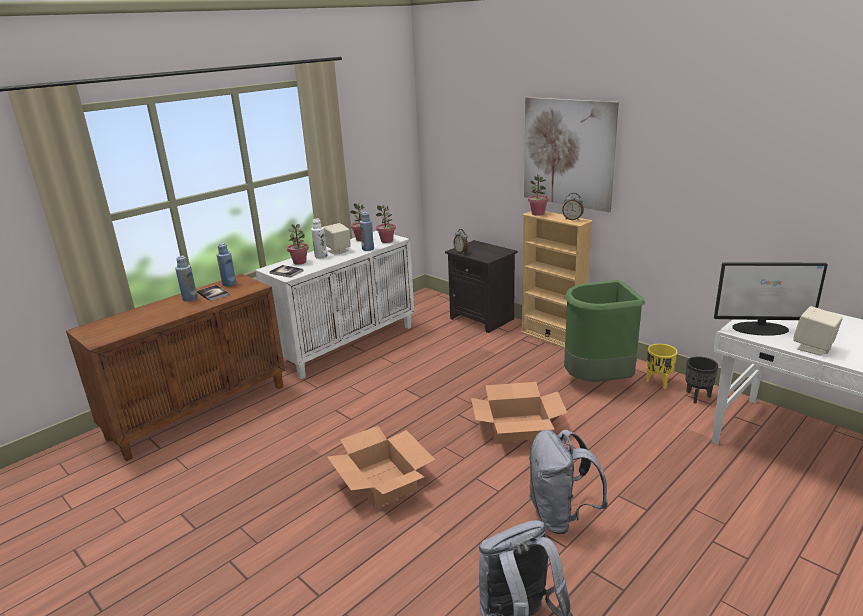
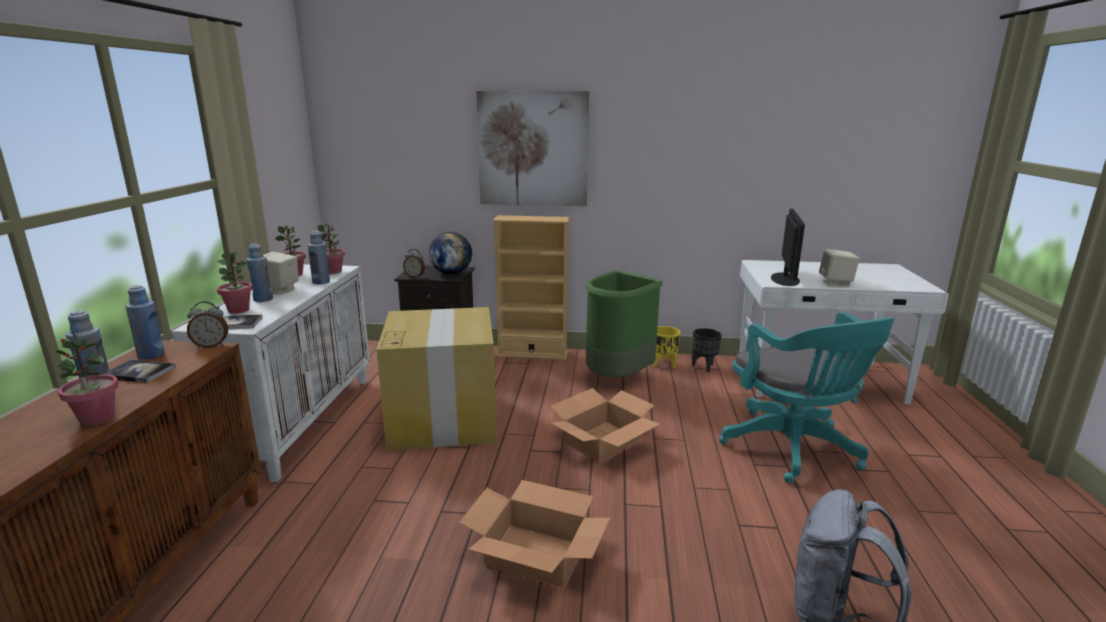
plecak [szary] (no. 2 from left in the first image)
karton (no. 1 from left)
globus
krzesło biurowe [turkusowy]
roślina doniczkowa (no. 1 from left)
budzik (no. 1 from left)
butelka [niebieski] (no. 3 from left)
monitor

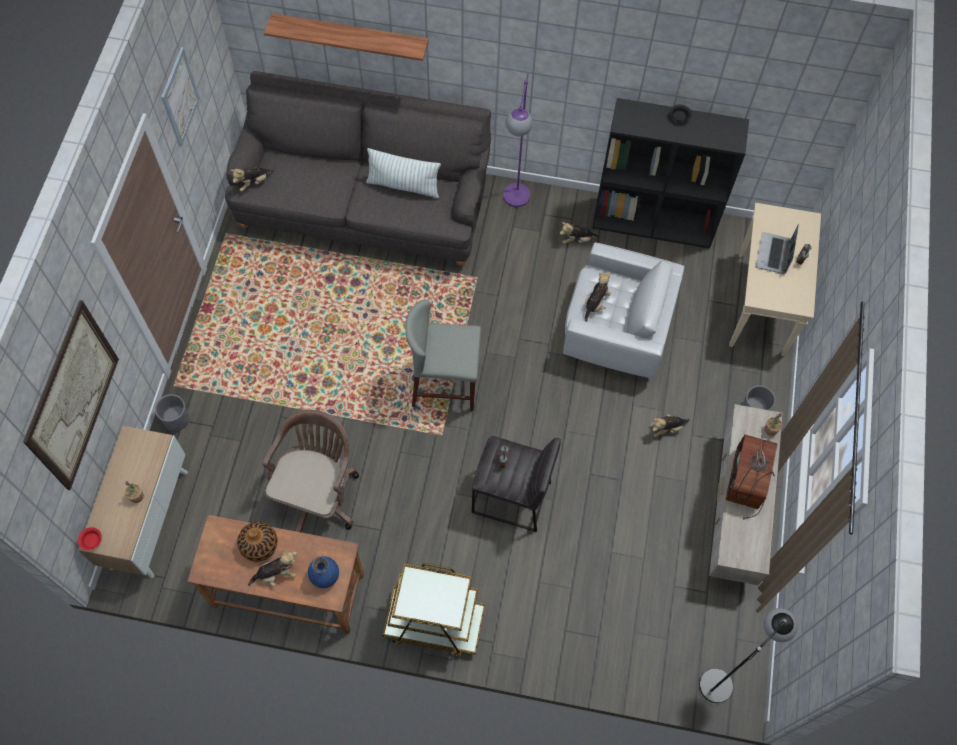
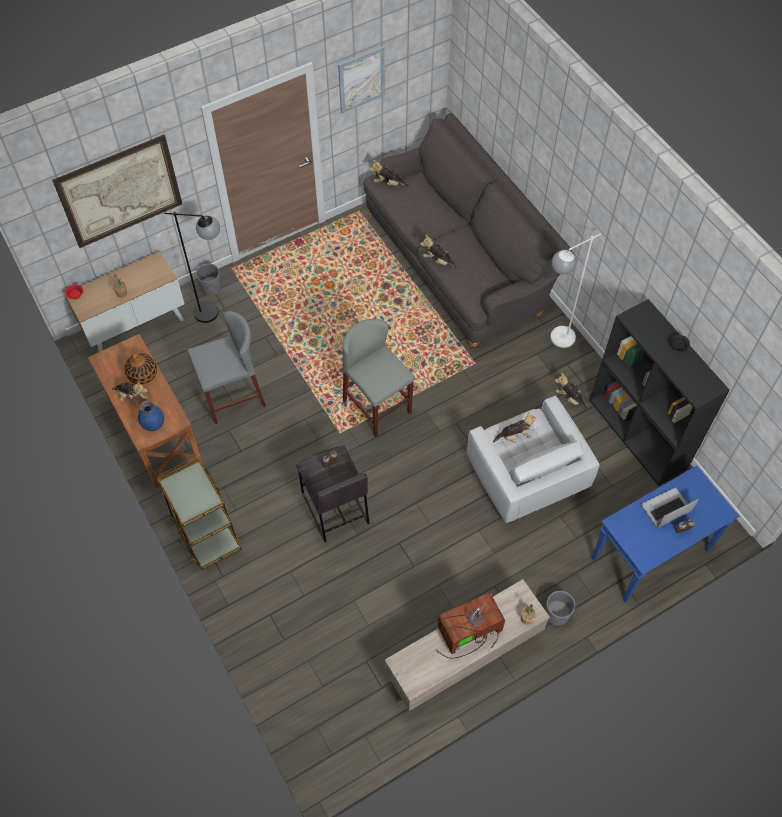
półka
poduszka
pluszak (no. 3 from left)
lampa stojąca [czarny]
stołek [szary] (no. 1 from left)
lampa stojąca [biały]
stolik konsolowy [niebieski]

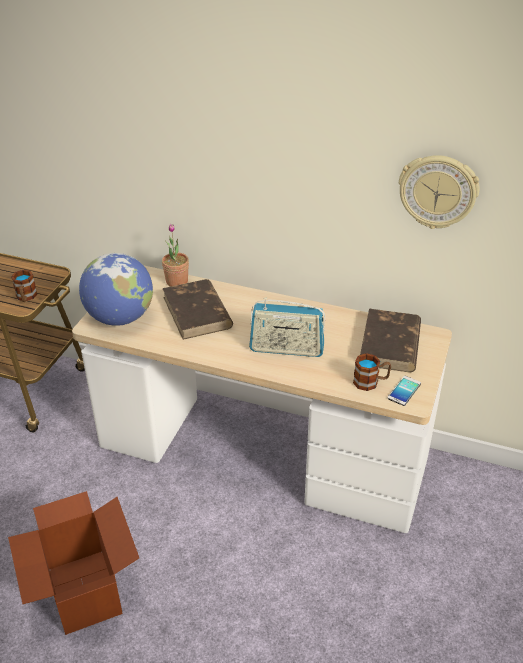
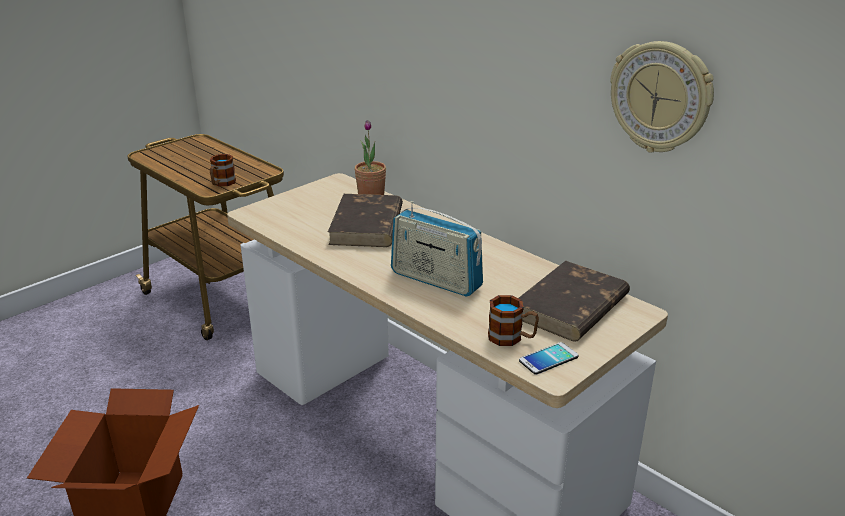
globus

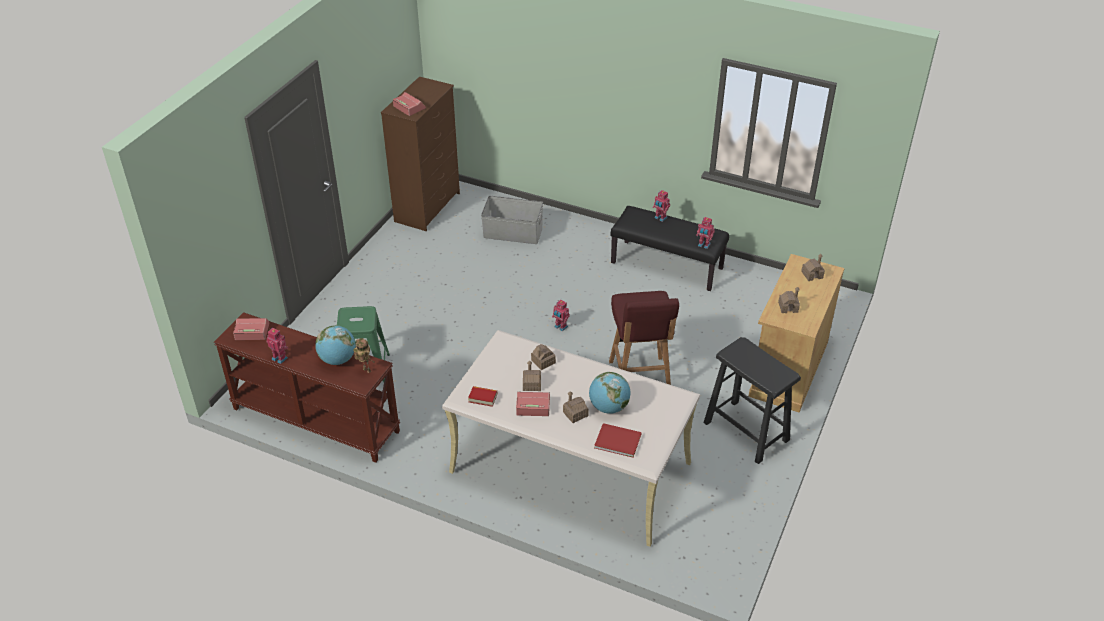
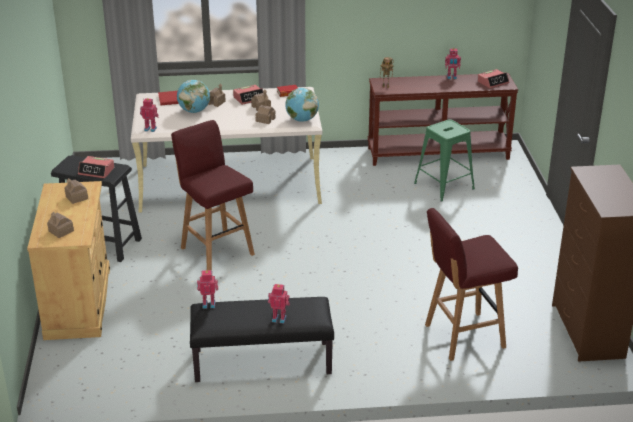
globus (no. 2 from left)
budzik (no. 1 from left)
robot zabawkowy (no. 1 from left)
stołek [czerwony] (no. 2 from left)

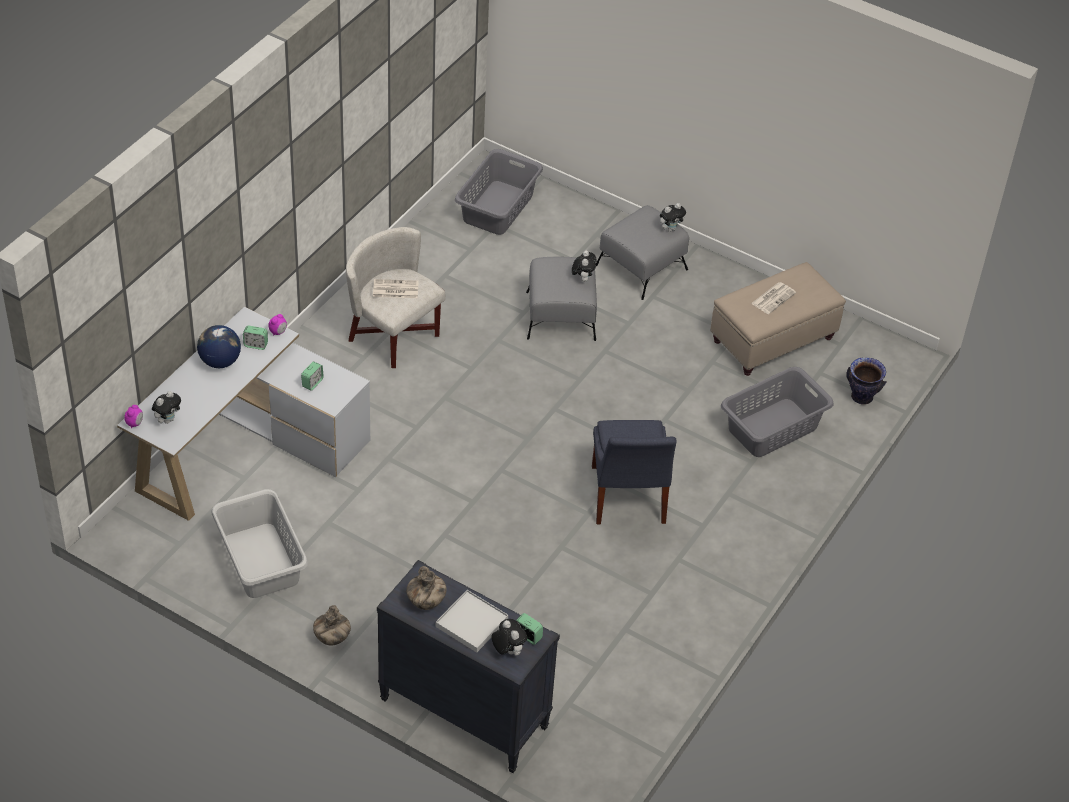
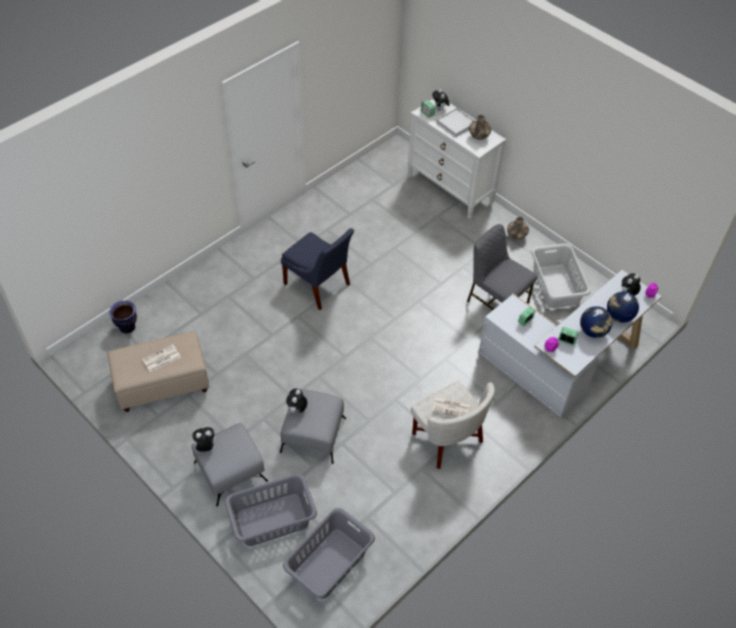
krzesło [szary]
globus (no. 2 from left)
kosz na pranie [szary] (no. 1 from left)
komoda [biały]
krzesło [niebieski]

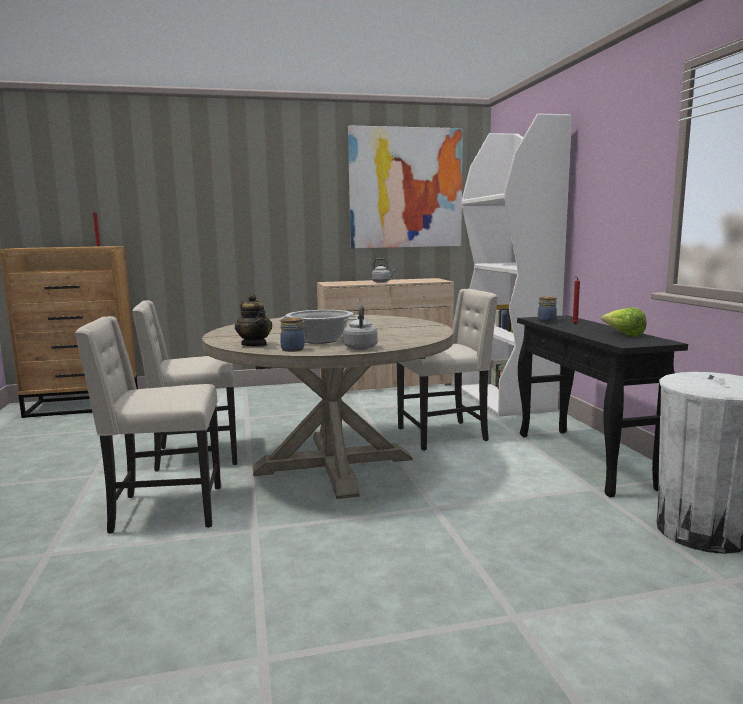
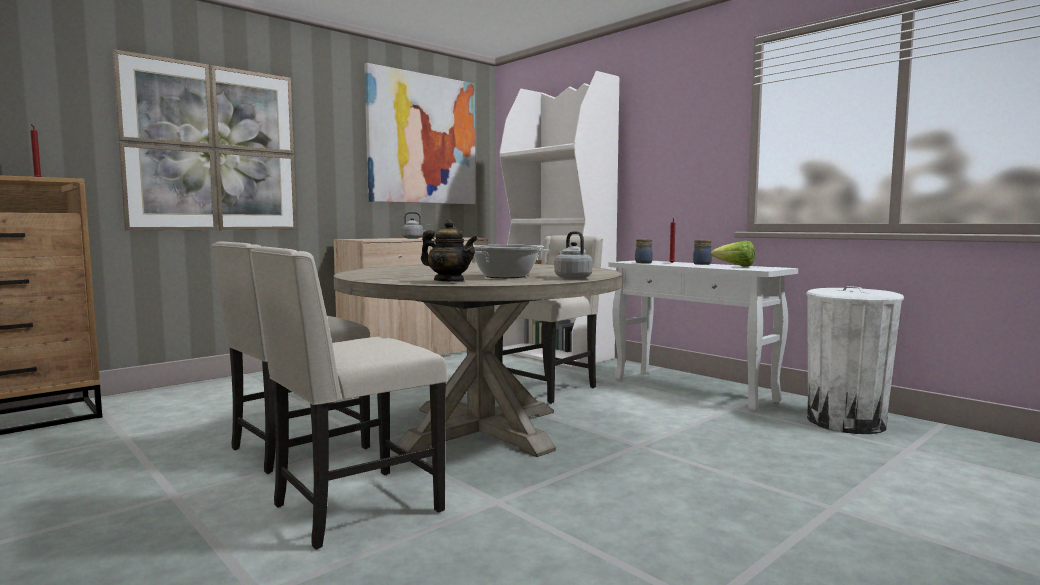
obraz (no. 1 from left)
słoik (no. 2 from left)
stolik konsolowy [biały]

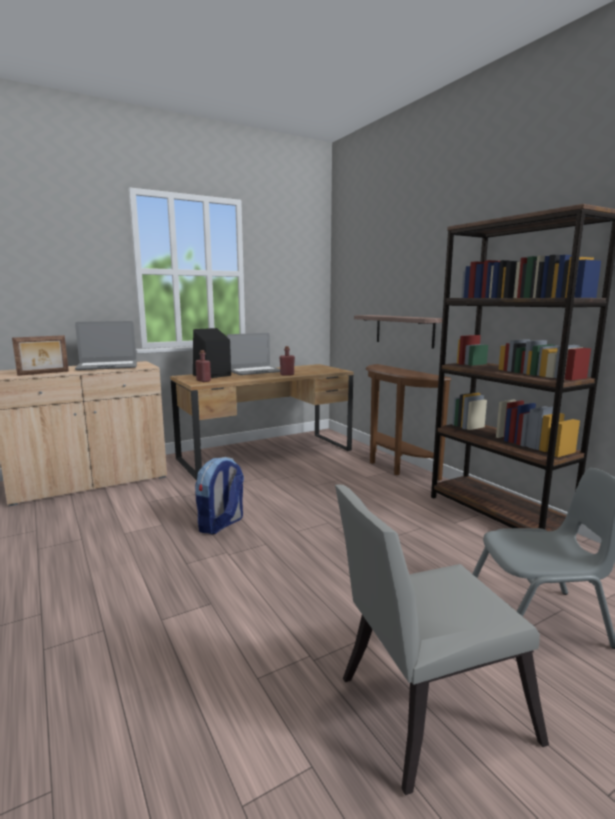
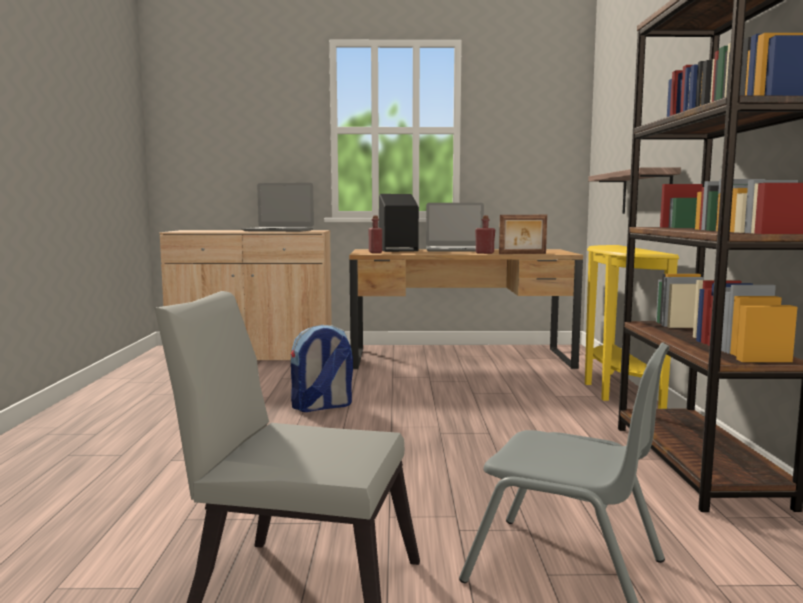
ramka na zdjęcie
stolik konsolowy [żółty]

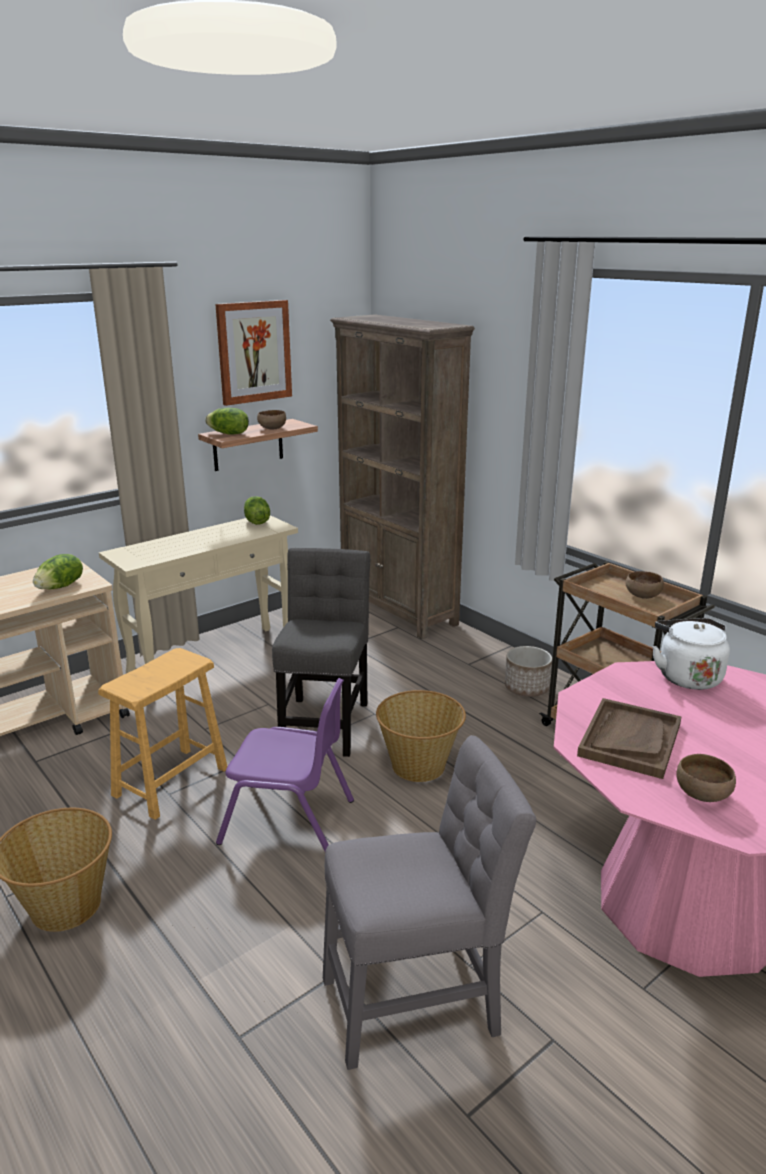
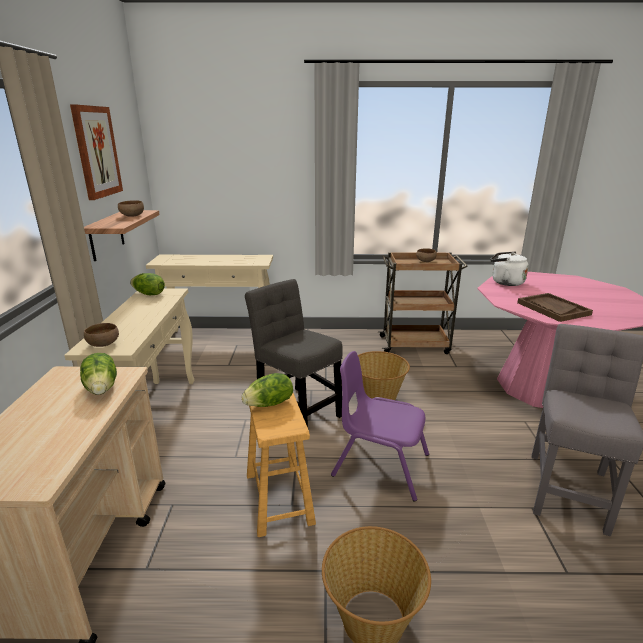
donica
sałata (no. 3 from left)
miska [brązowy] (no. 1 from left)
stolik konsolowy [beżowy] (no. 2 from left)
krzesło [fioletowy]

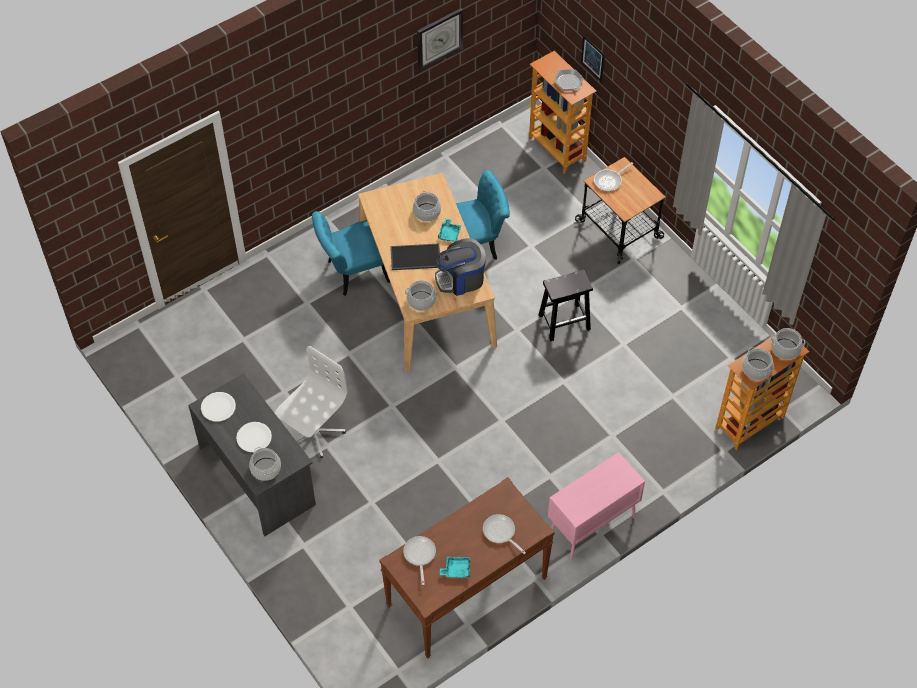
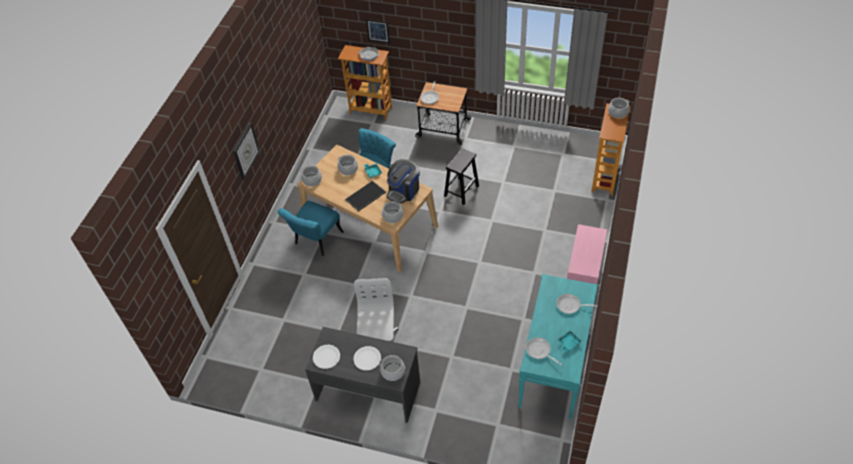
zegar ścienny
garnek (no. 1 from left)
stolik konsolowy [turkusowy]

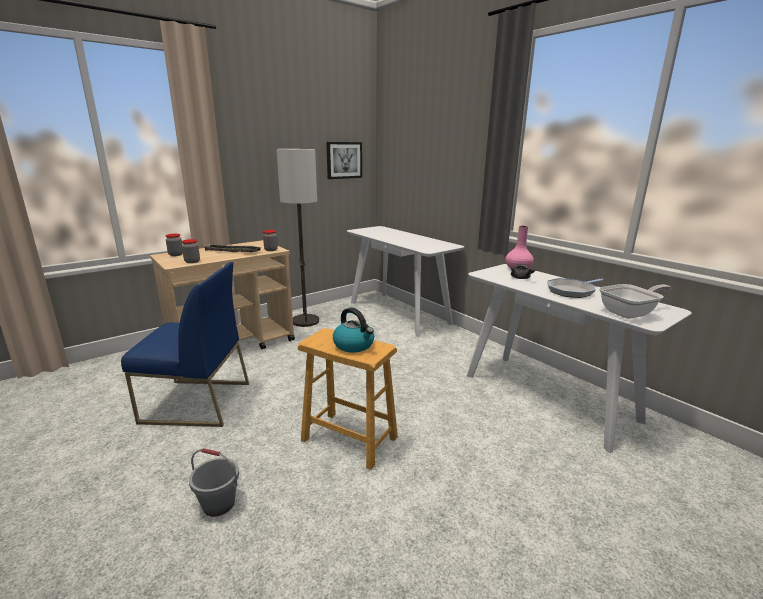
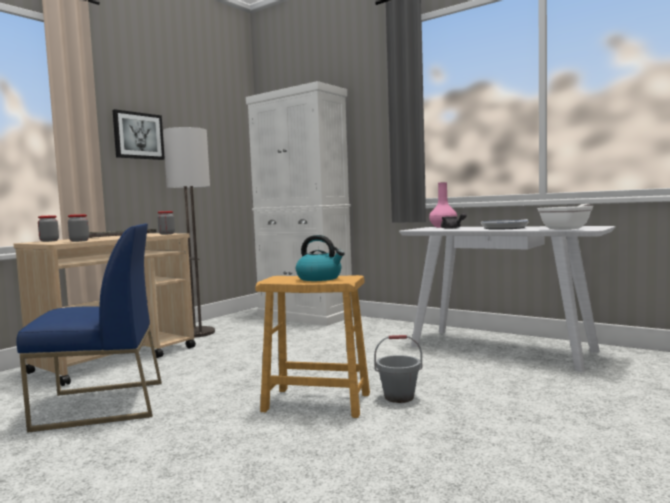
wiadro [szary]
obraz
szafka [biały]

